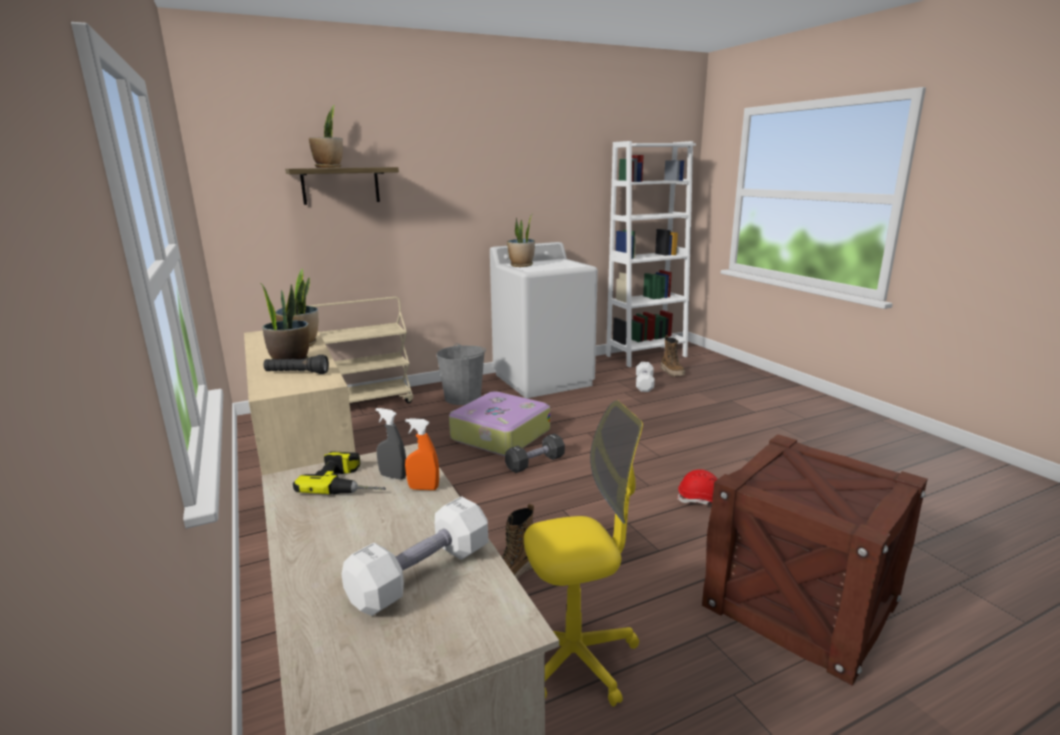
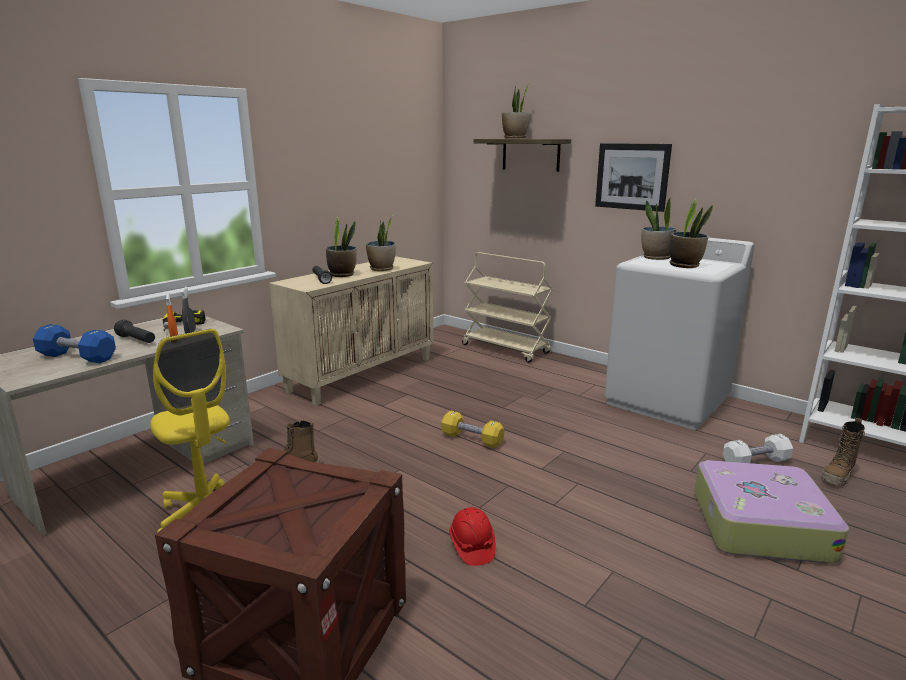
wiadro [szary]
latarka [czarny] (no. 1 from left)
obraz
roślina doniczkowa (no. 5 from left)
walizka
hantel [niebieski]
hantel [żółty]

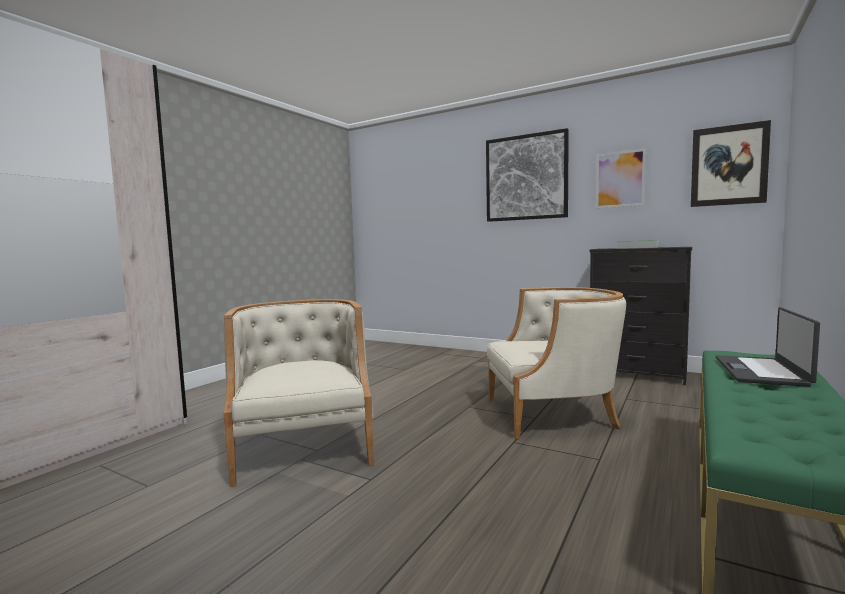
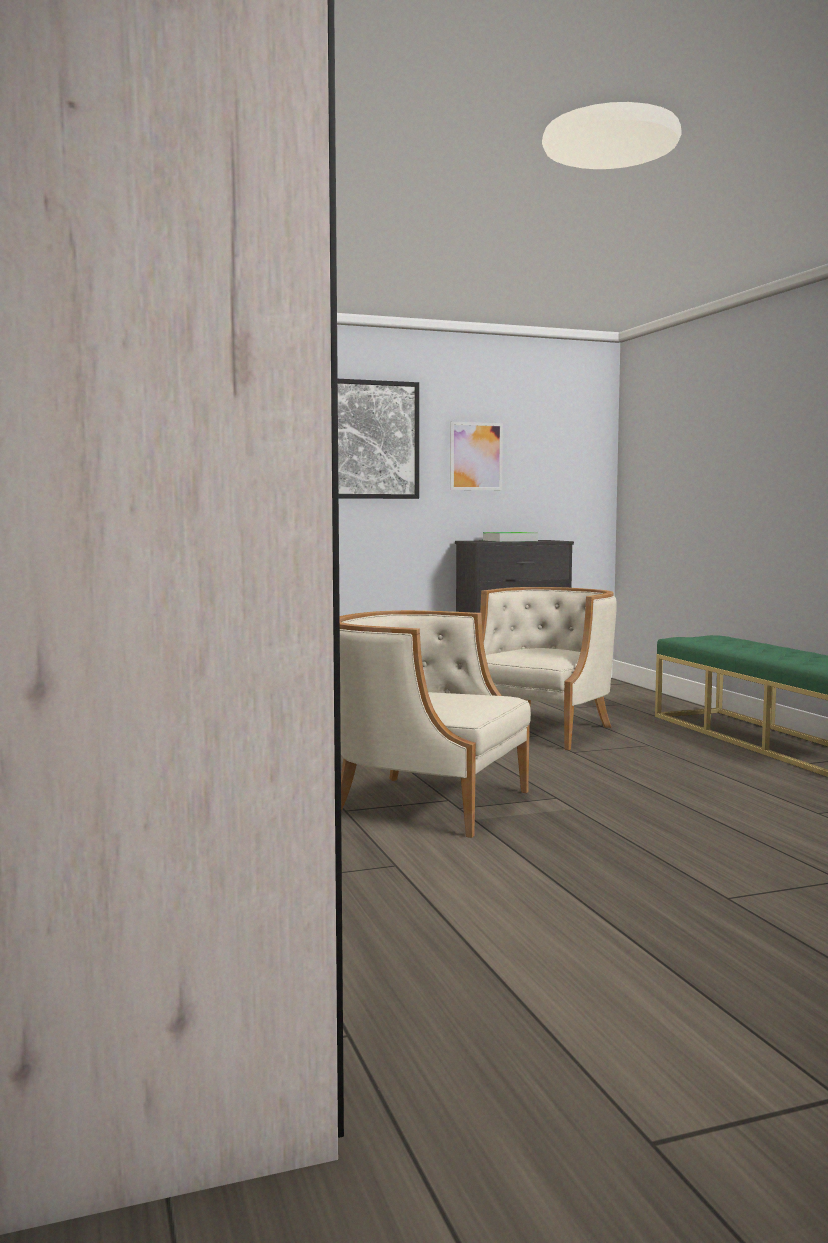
obraz (no. 3 from left in the first image)
laptop

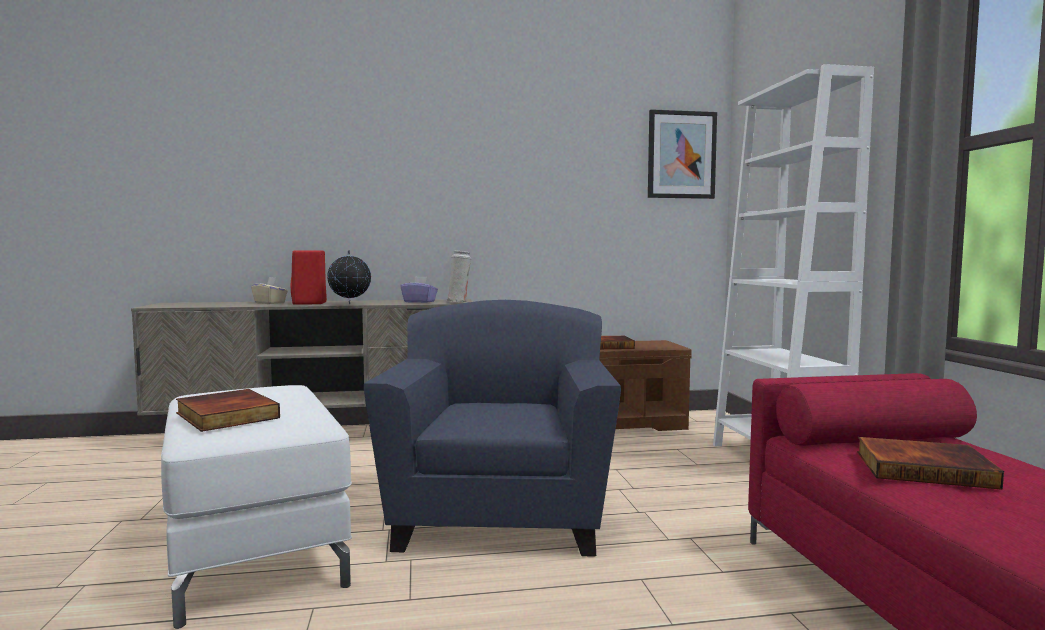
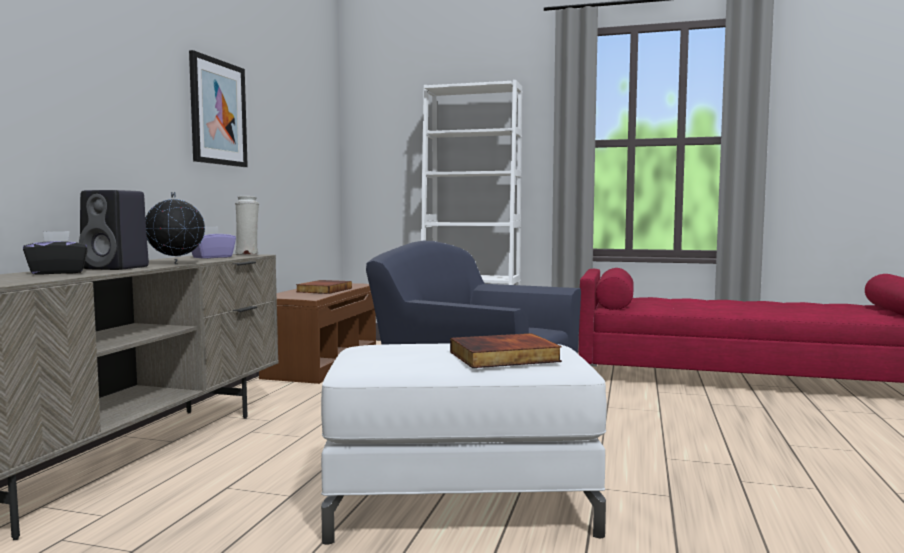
książka (no. 3 from left in the first image)
obraz
pudełko chusteczek [czarny]
głośnik [czarny]

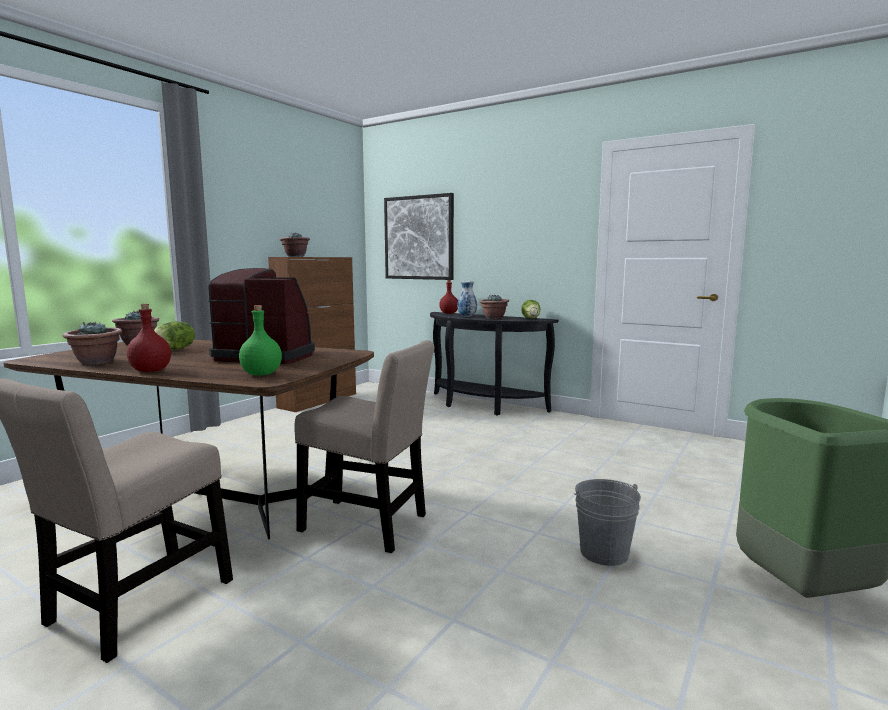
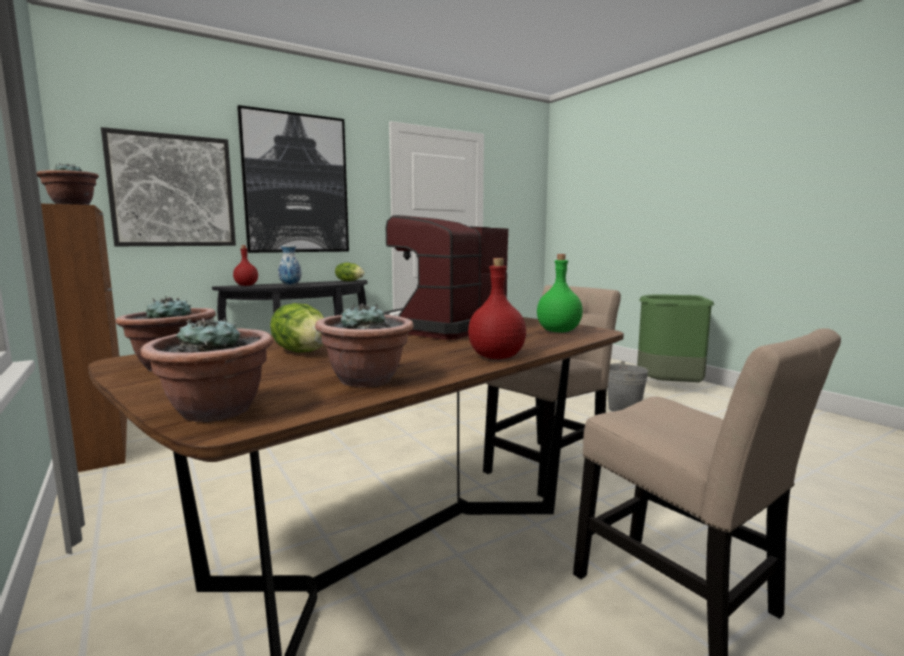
obraz (no. 2 from left)
roślina doniczkowa (no. 3 from left)

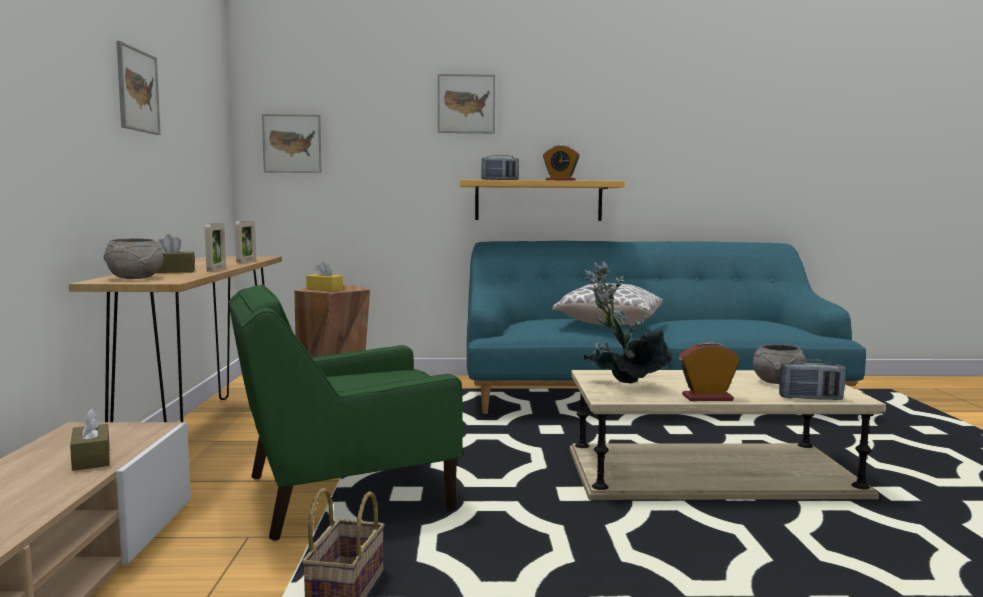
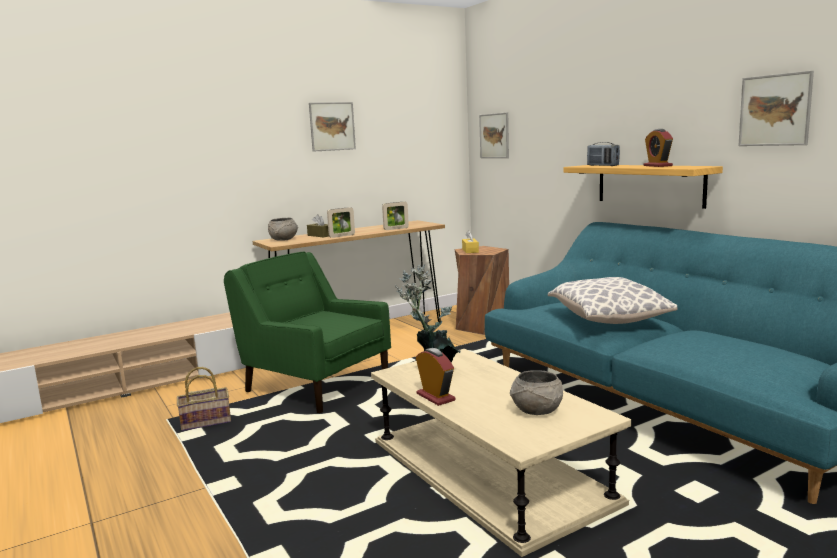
pudełko chusteczek [brązowy] (no. 1 from left in the first image)
radio (no. 2 from left in the first image)
obraz (no. 3 from left)

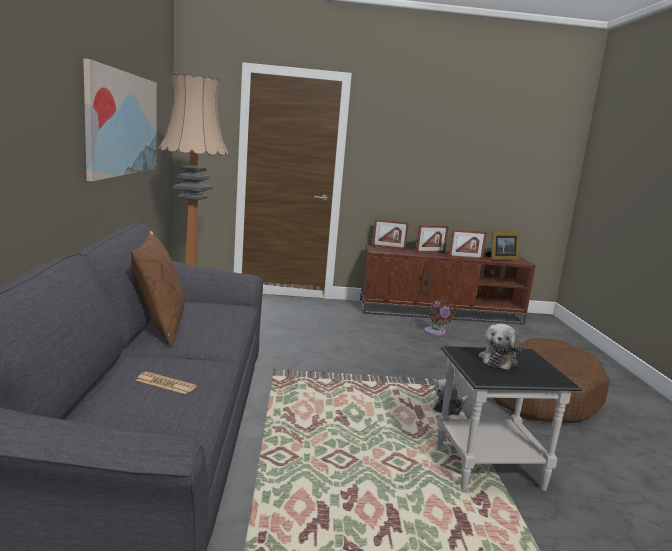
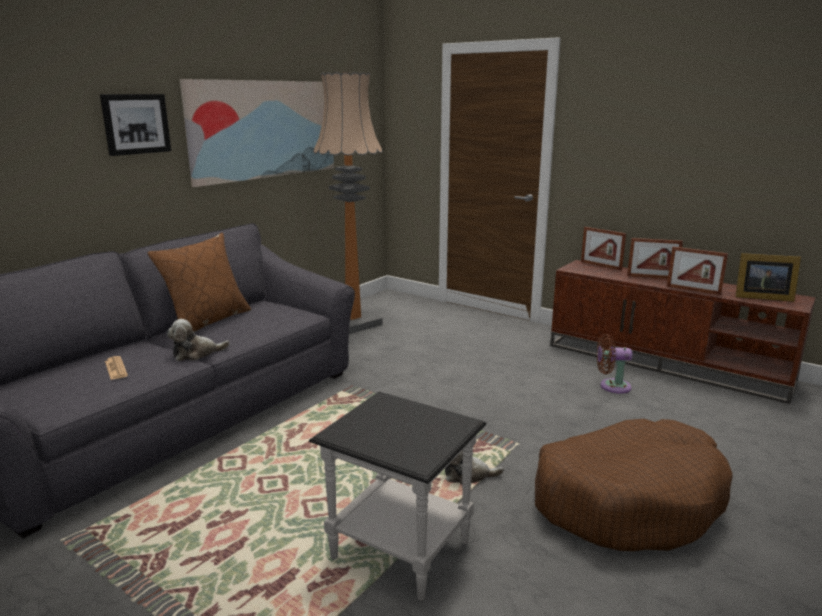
obraz (no. 1 from left)
pluszak (no. 1 from left)
wentylator [brązowy]

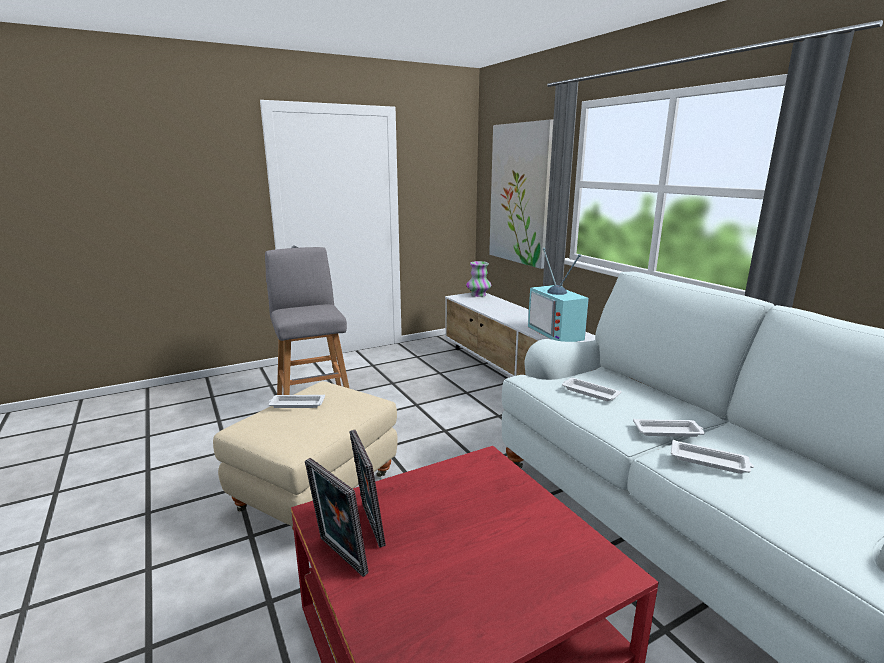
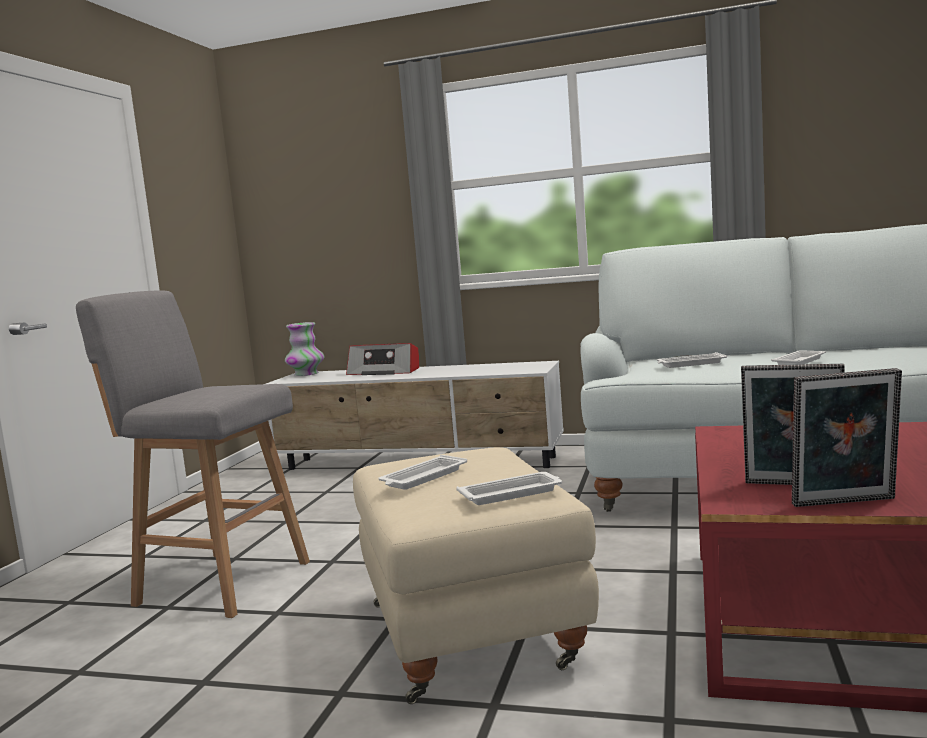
obraz
telewizor
radio
taca [biały] (no. 2 from left)

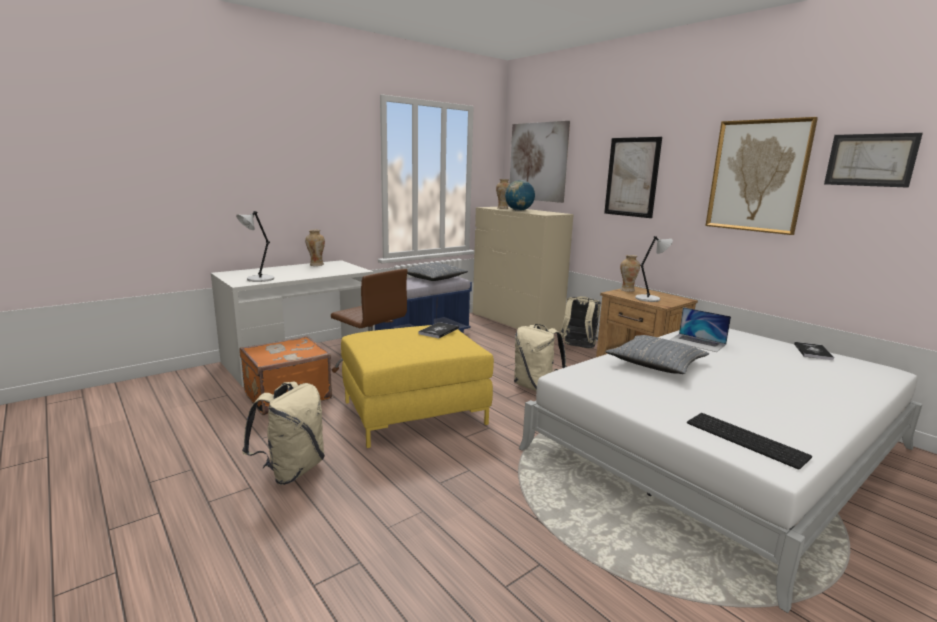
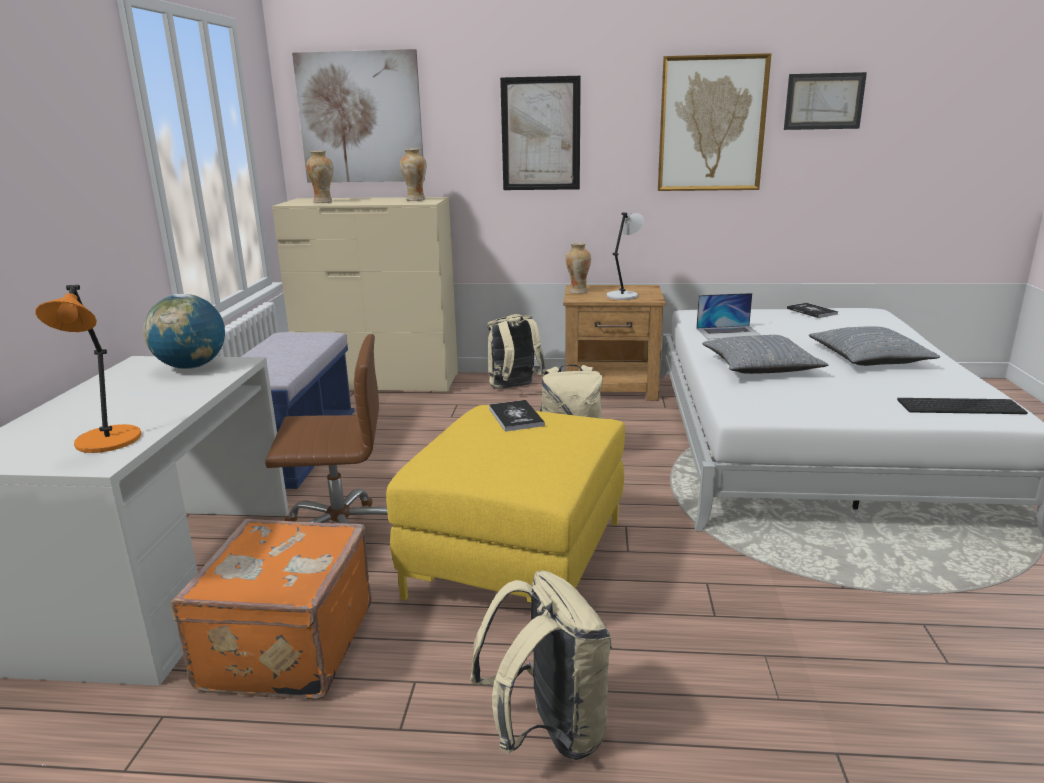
wazon (no. 2 from left)
poduszka [szary] (no. 2 from left)
globus
lampa stołowa [pomarańczowy]

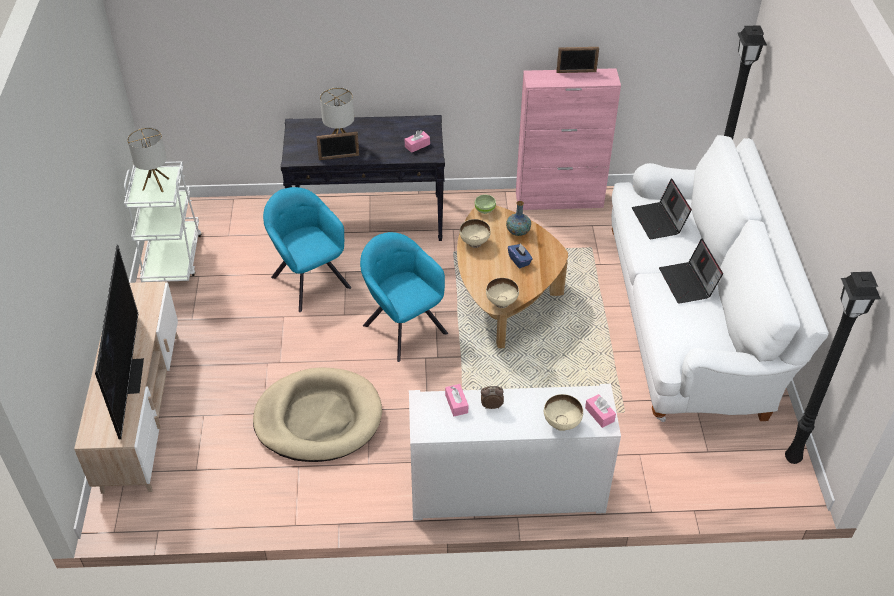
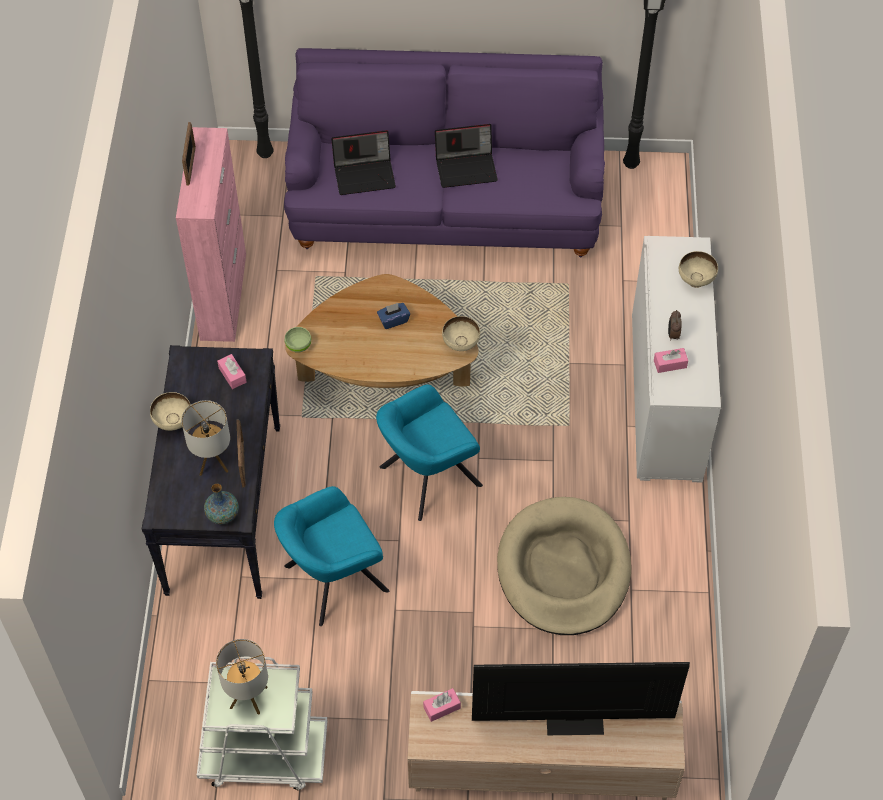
miska [beżowy] (no. 1 from left)
wazon
pudełko chusteczek [różowy] (no. 2 from left)
kanapa [fioletowy]

